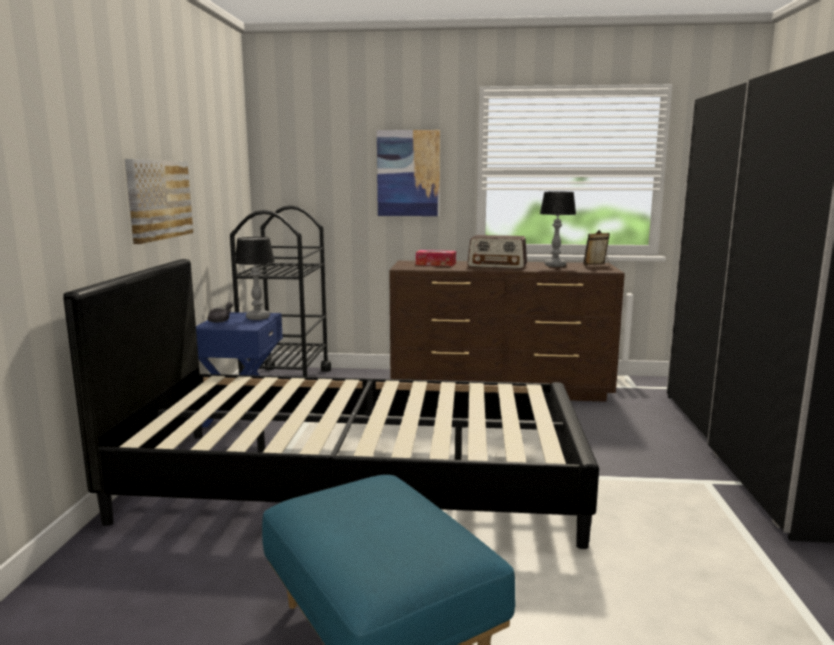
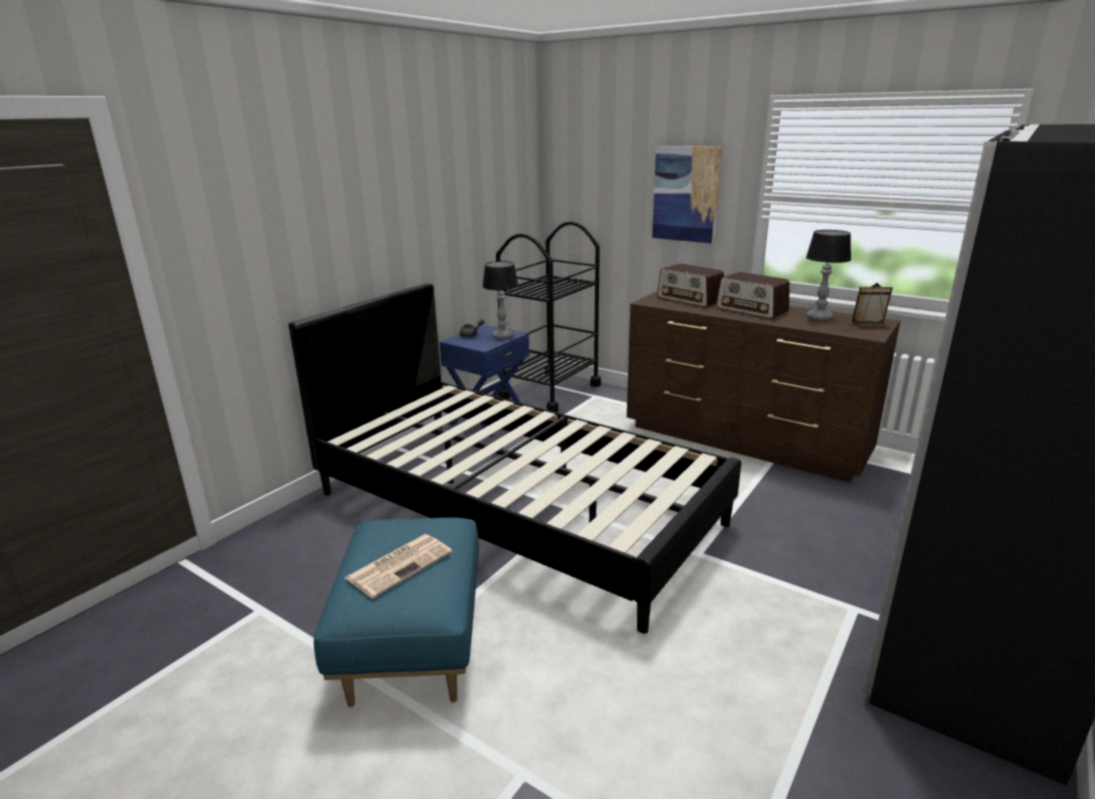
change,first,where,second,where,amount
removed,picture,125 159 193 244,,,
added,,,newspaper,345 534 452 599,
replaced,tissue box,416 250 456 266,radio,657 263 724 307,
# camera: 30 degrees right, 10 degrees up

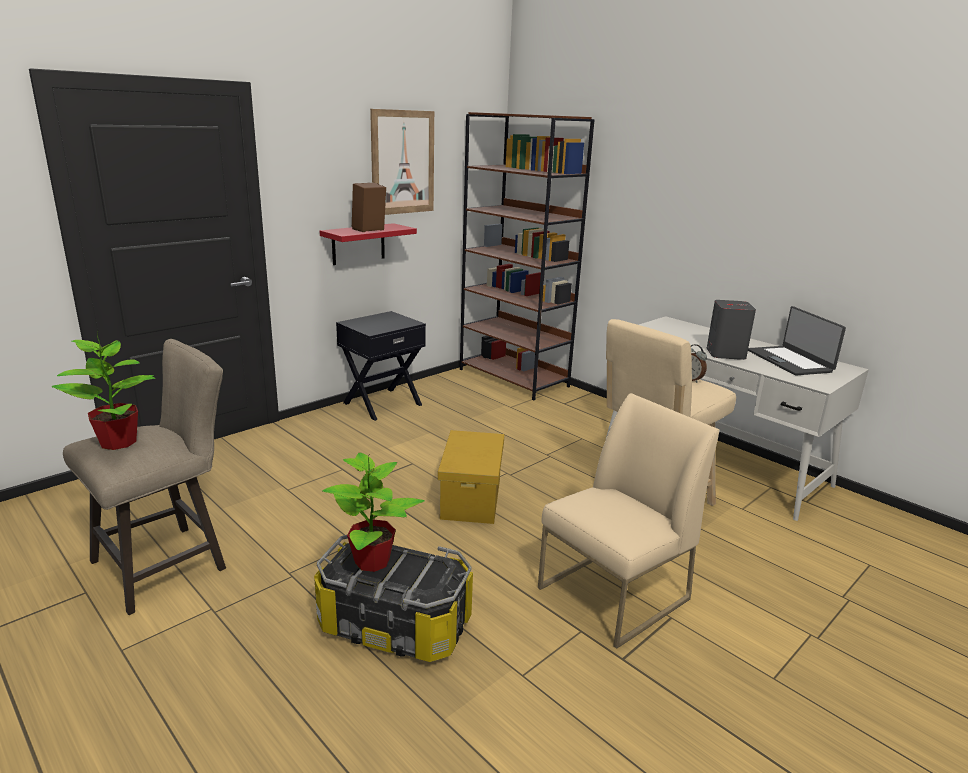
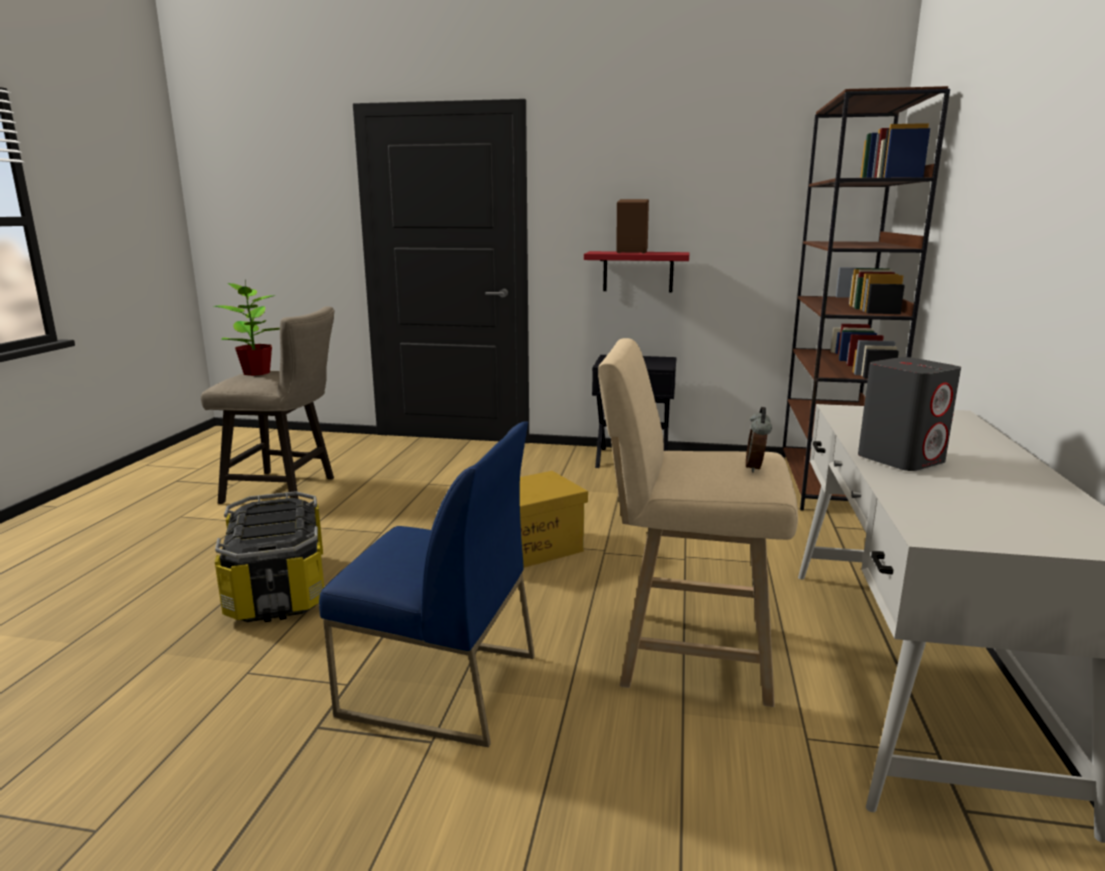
change,first,where,second,where,amount
removed,potted plant,323 452 425 572,,,
removed,picture,370 109 434 215,,,
removed,laptop,748 306 846 376,,,
recoloured,chair in beige,538 393 719 649,chair in blue,319 422 535 747,
# camera: 55 degrees right, 5 degrees down

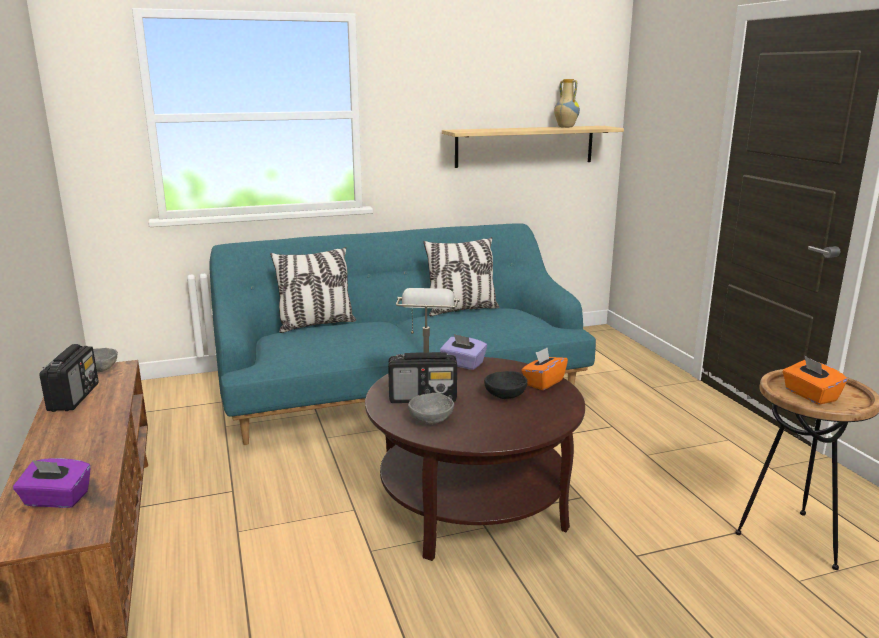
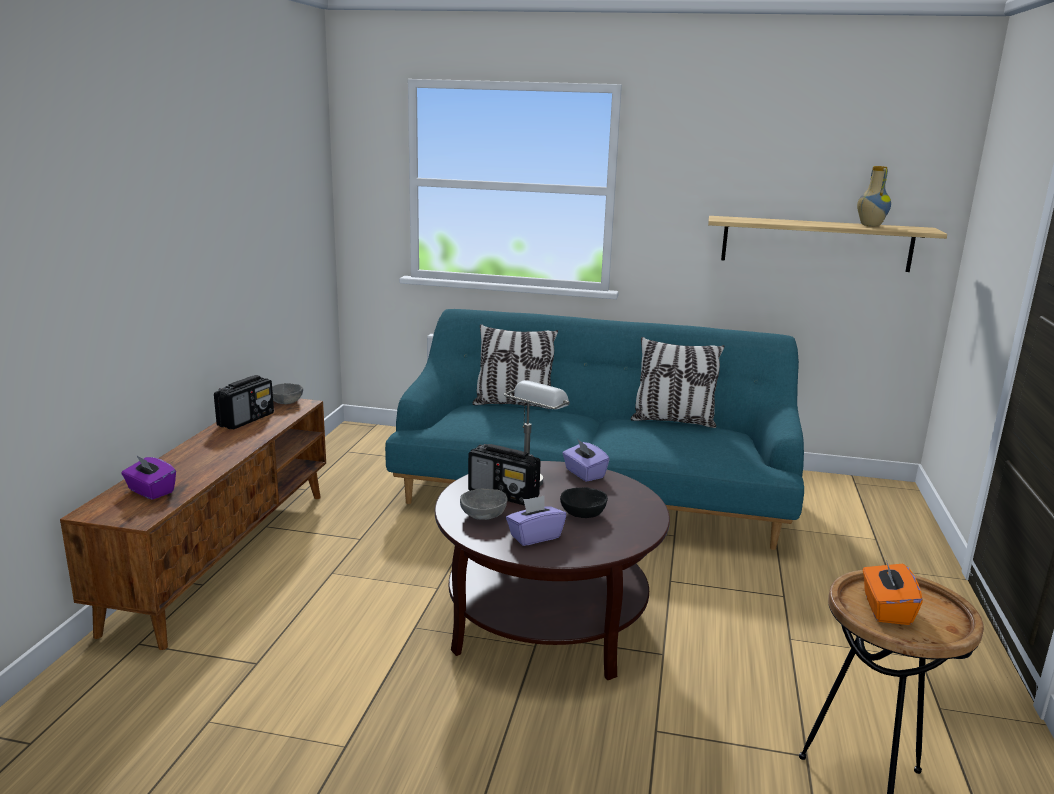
change,first,where,second,where,amount
removed,tissue box in orange,521 347 568 390,,,
added,,,tissue box in purple,506 496 566 546,
# camera: 30 degrees right, 0 degrees up

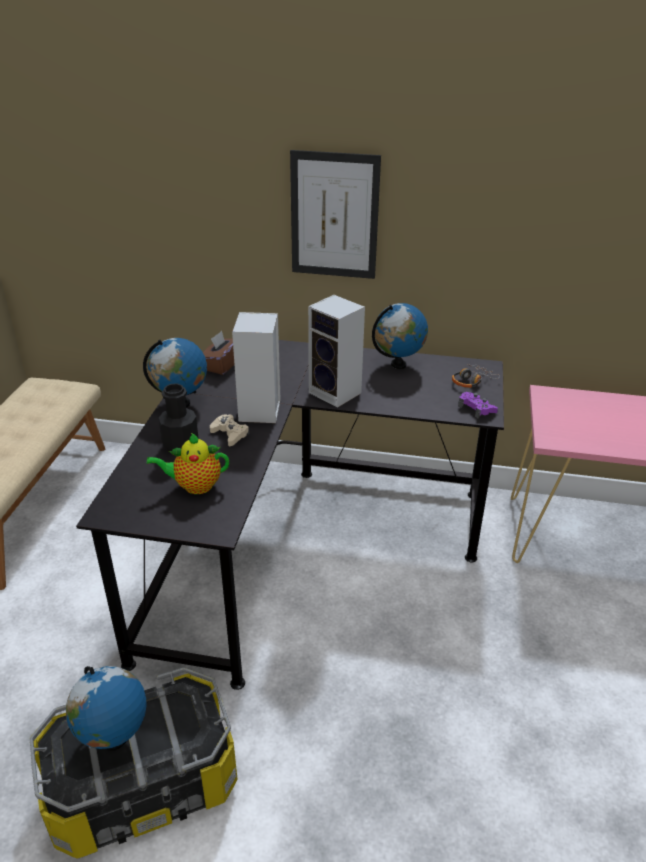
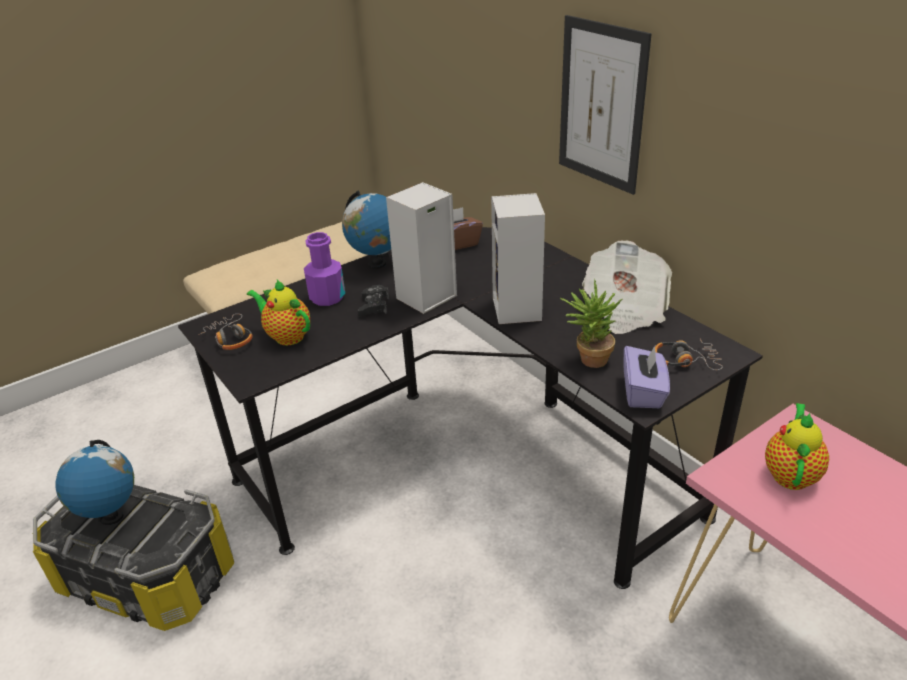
change,first,where,second,where,amount
added,,,headphones,198 314 253 350,
added,,,potted plant,560 279 622 368,
added,,,teapot,765 403 829 490,
replaced,globe,372 303 428 369,newspaper,582 240 672 334,
replaced,game controller in purple,458 392 498 418,tissue box in purple,624 346 670 408,
recoloured,bottle in black,159 384 199 451,bottle in purple,304 232 345 306,
recoloured,game controller in beige,210 414 249 446,game controller in black,358 285 389 317,
# camera: 45 degrees right, 0 degrees up

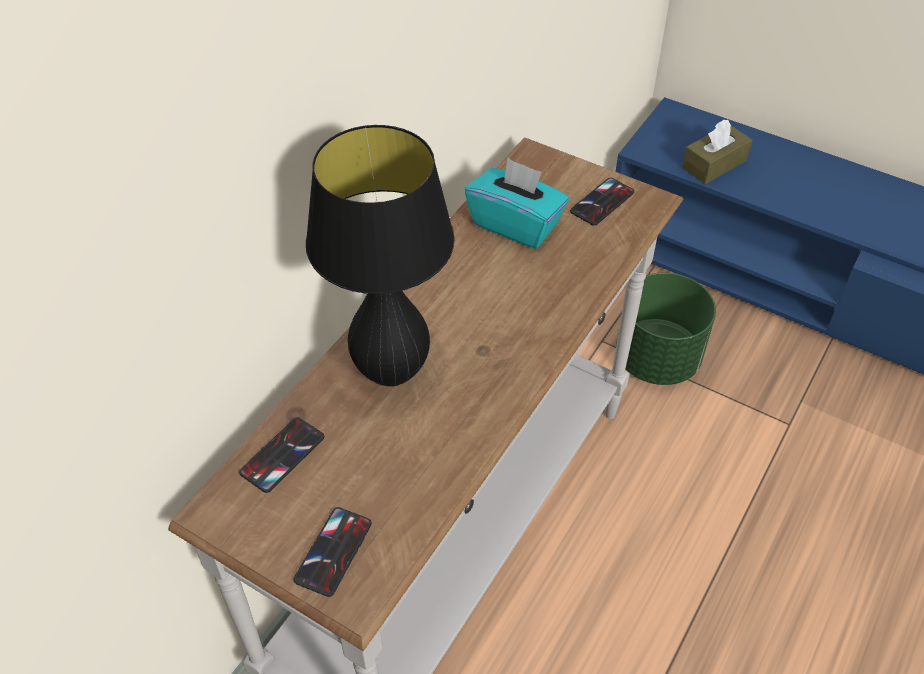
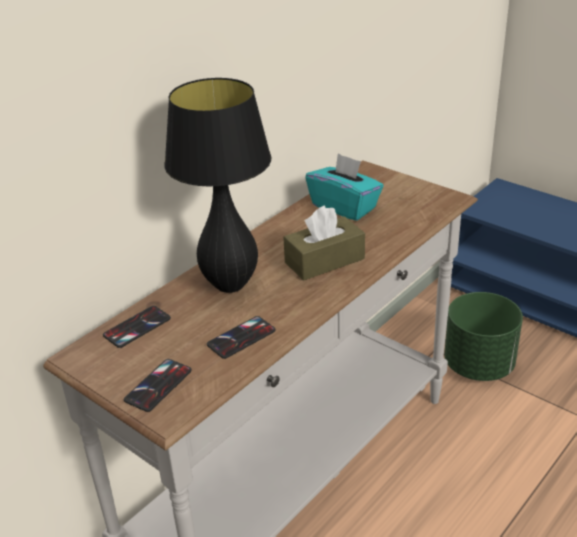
change,first,where,second,where,amount
moved,phone,570 178 634 226,,207 316 275 359,
moved,tissue box in brown,682 120 753 184,,283 206 365 281,
# camera: 10 degrees right, 15 degrees down

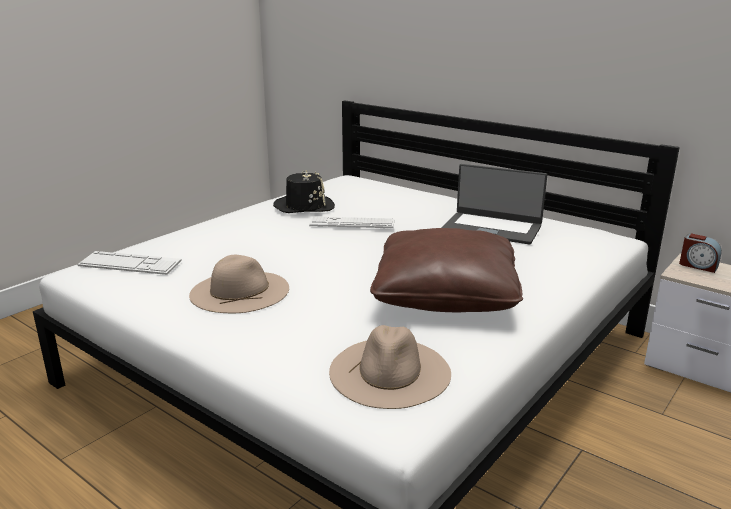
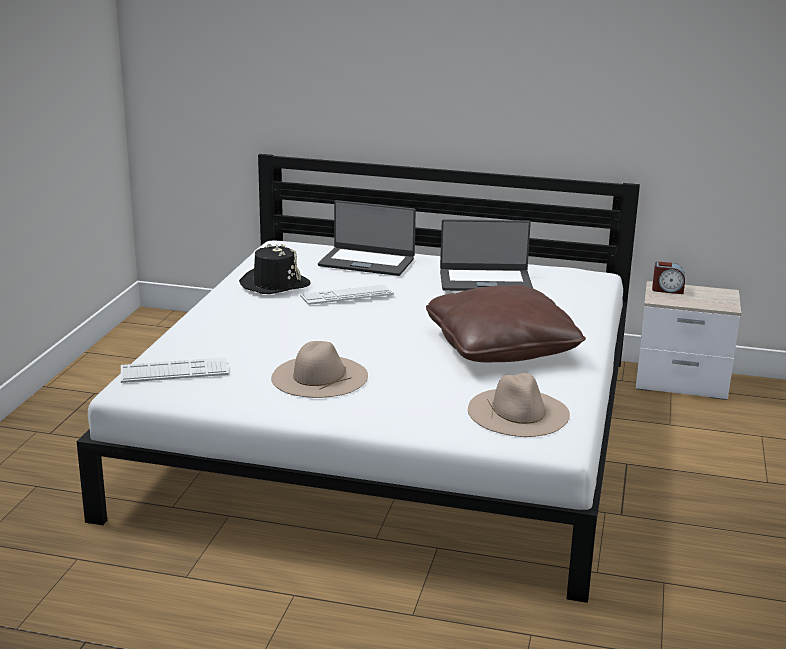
change,first,where,second,where,amount
added,,,laptop,318 200 416 276,
# camera: 25 degrees left, 0 degrees up

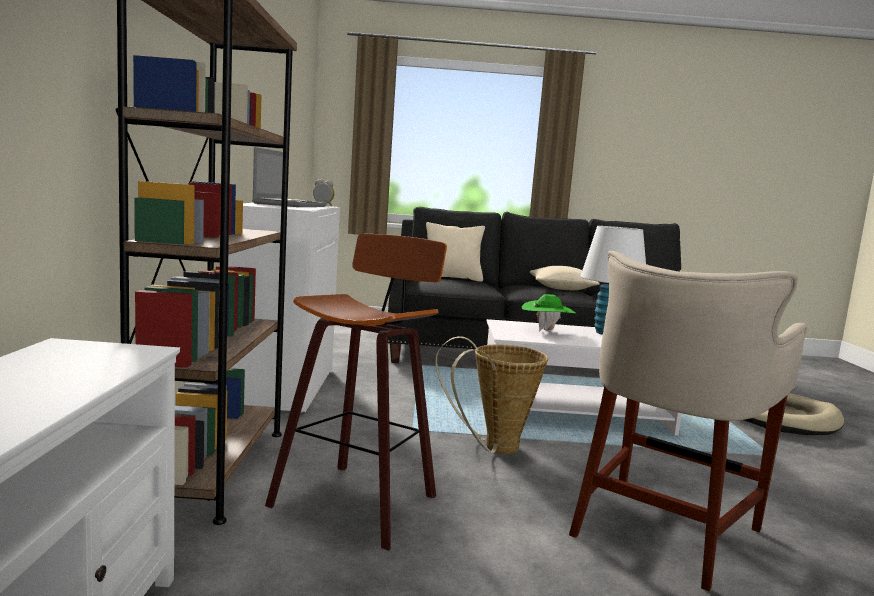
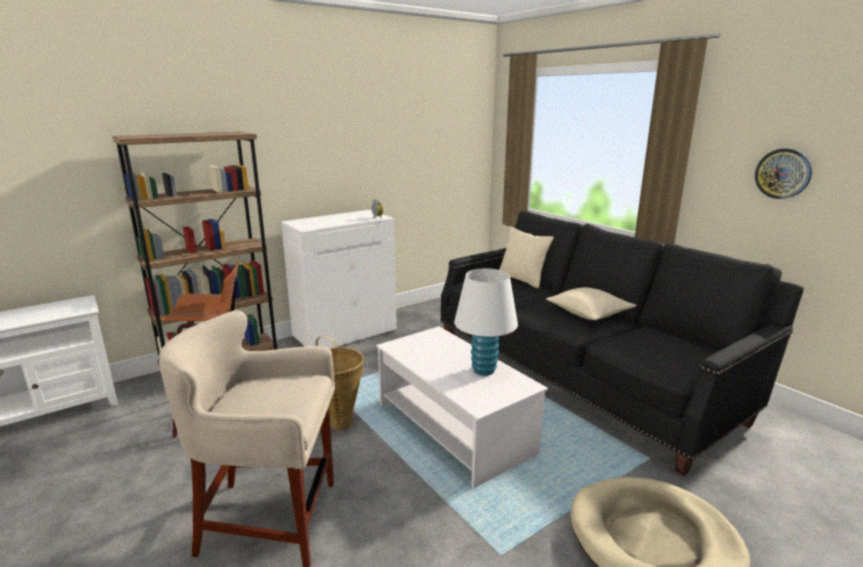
change,first,where,second,where,amount
removed,laptop,252 147 327 207,,,
removed,hat in green,522 294 576 332,,,
added,,,wall clock,755 148 812 199,
# camera: 55 degrees right, 10 degrees up

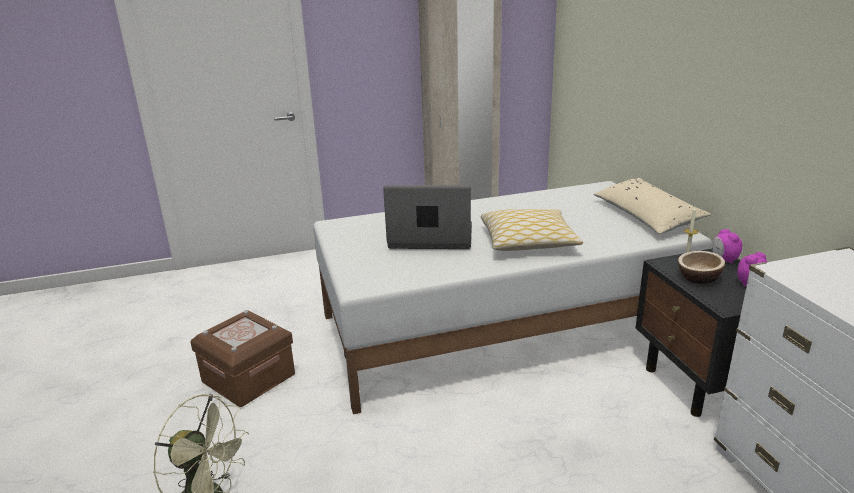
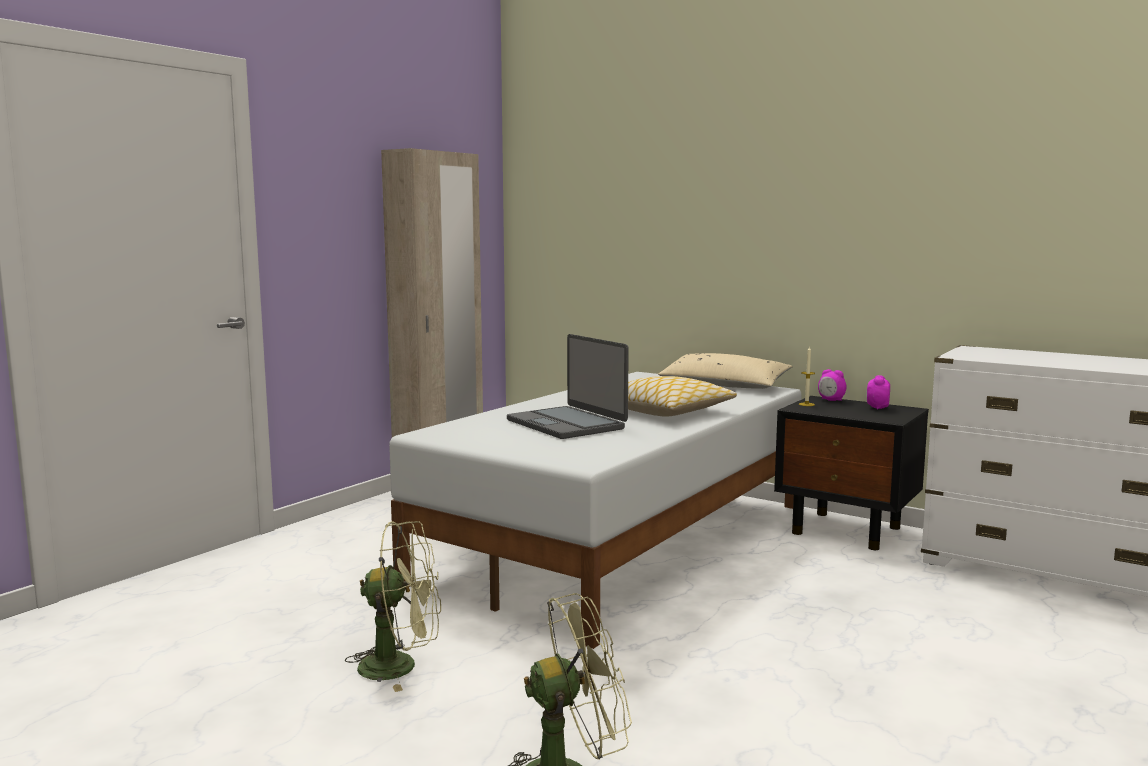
change,first,where,second,where,amount
removed,bowl,678 251 725 284,,,
replaced,storage box in brown,190 310 295 407,fan in green,345 521 441 692,
turned,laptop,383 185 472 249,,507 334 629 439,90 degrees counterclockwise
# camera: 40 degrees left, 15 degrees down

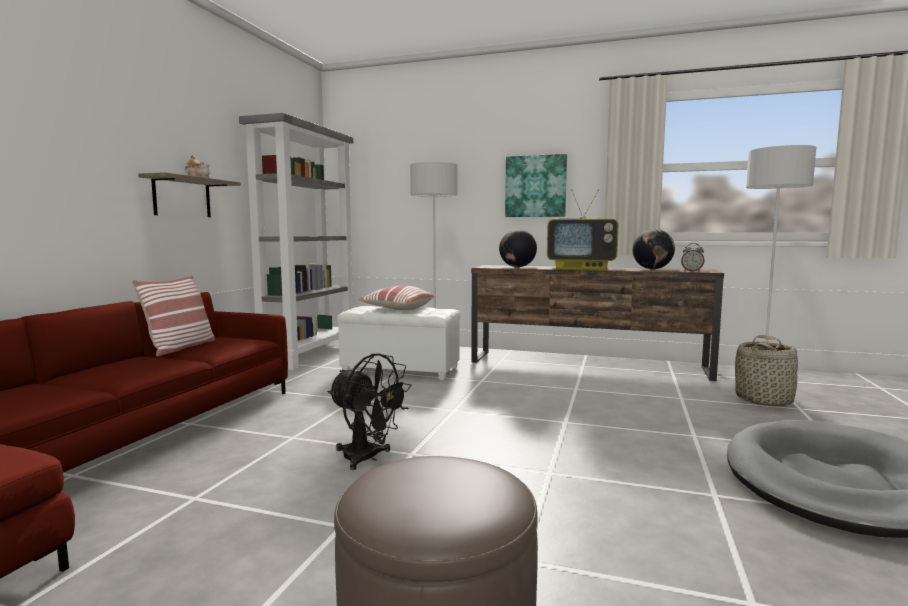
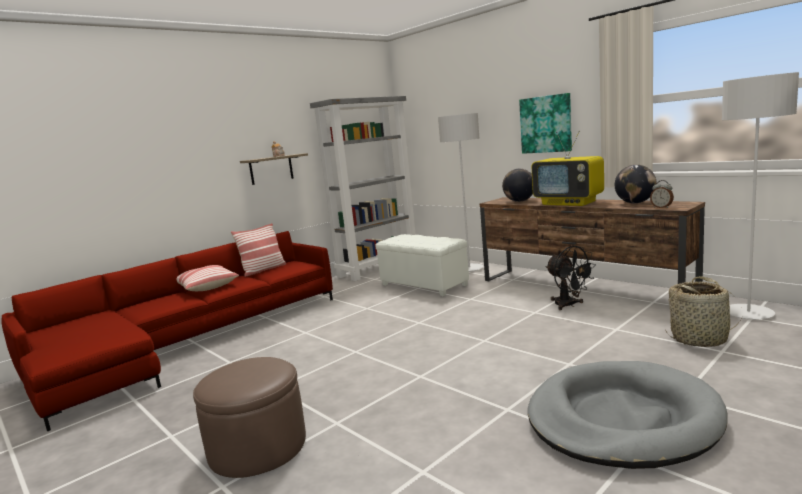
change,first,where,second,where,amount
moved,fan in black,328 353 412 470,,545 246 596 310,
moved,pillow,359 285 434 310,,176 265 239 291,
# camera: 30 degrees right, 5 degrees up

